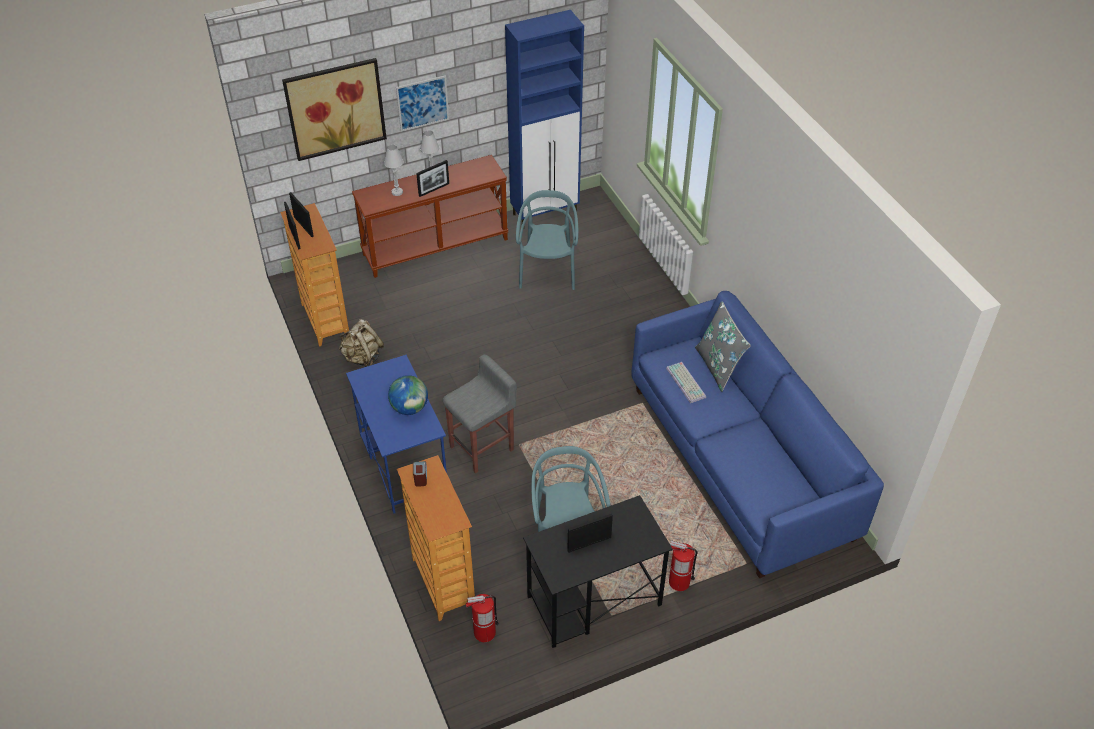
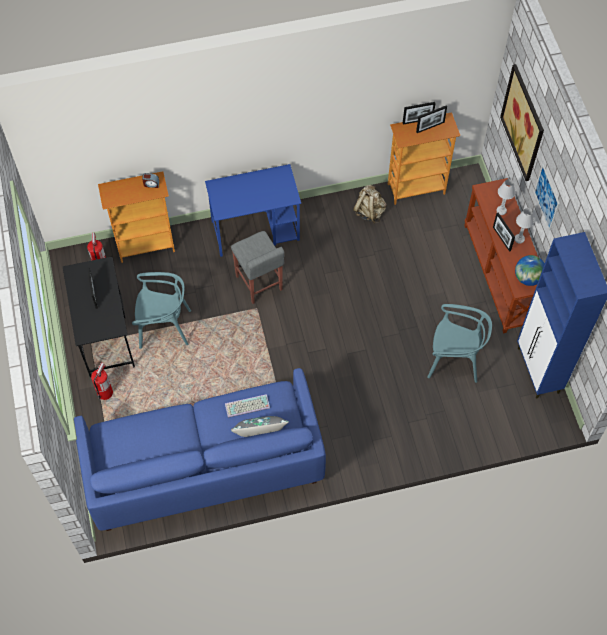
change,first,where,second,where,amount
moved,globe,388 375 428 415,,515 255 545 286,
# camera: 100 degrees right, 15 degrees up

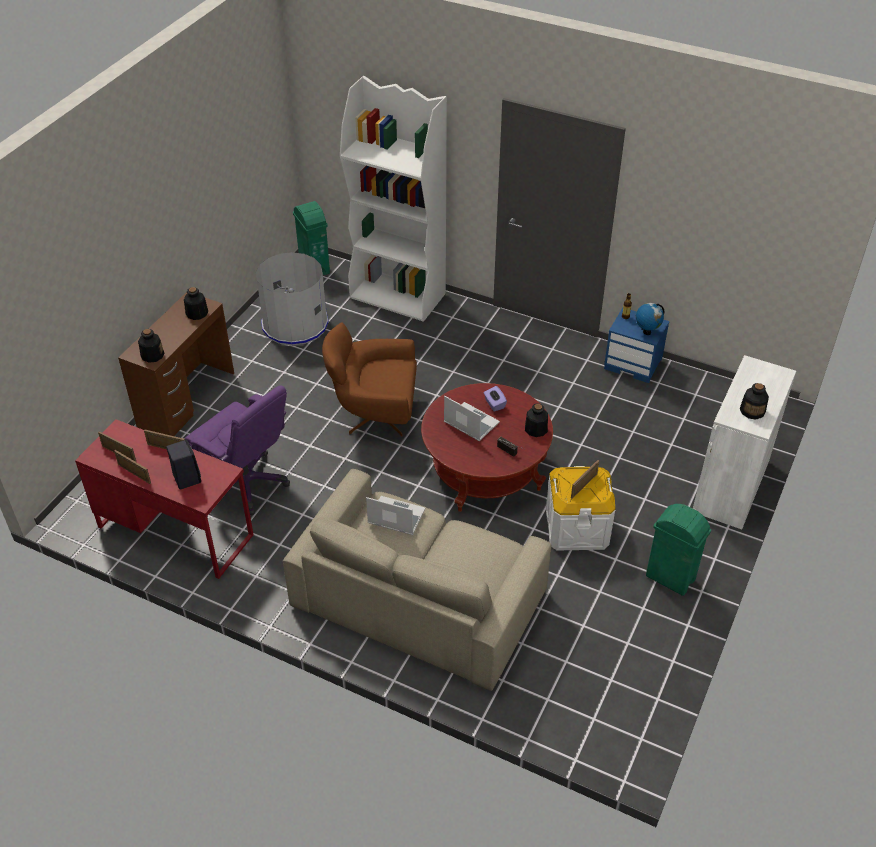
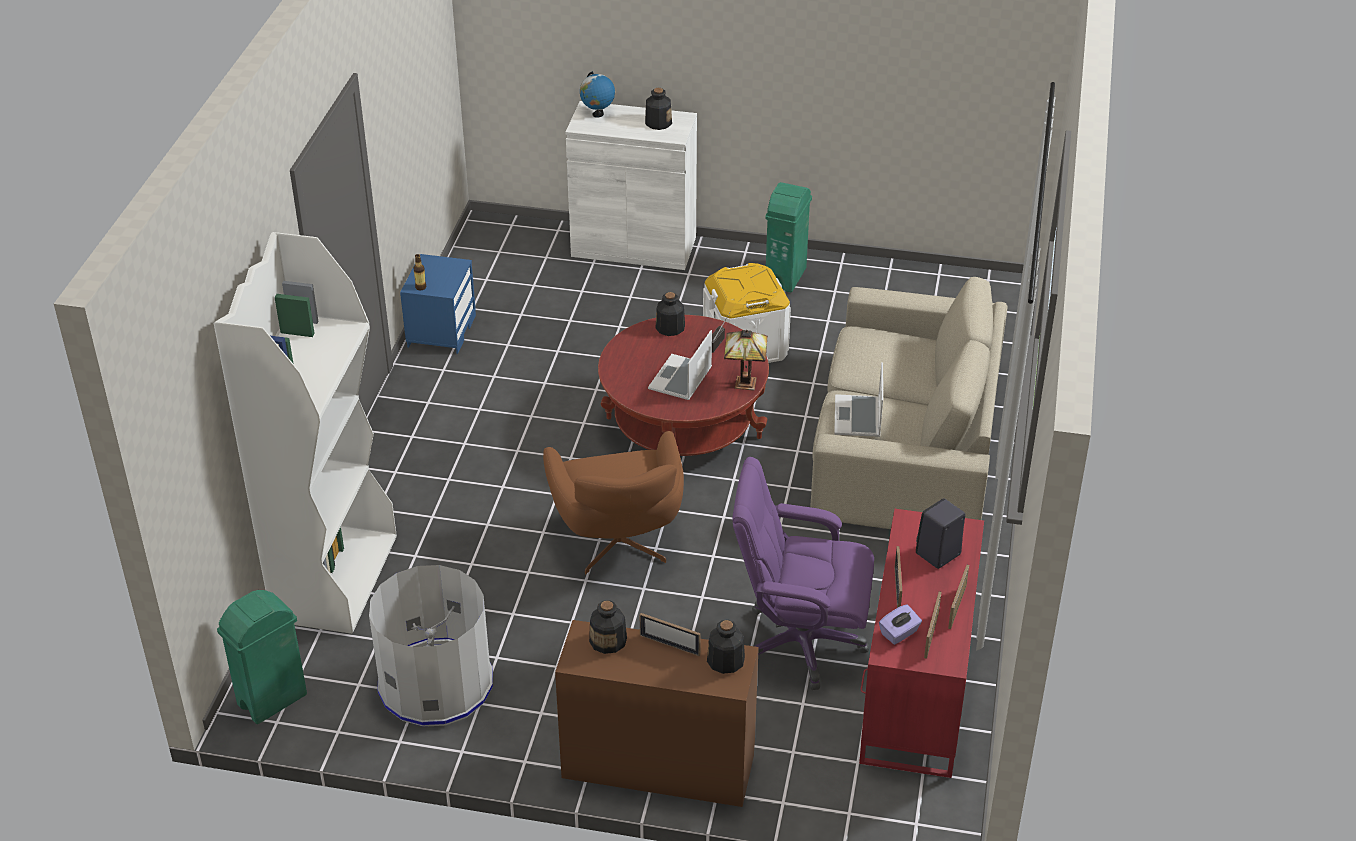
change,first,where,second,where,amount
added,,,table lamp,724 330 768 390,
moved,tissue box in purple,484 386 507 412,,879 604 922 645,
moved,picture frame,571 460 599 499,,639 613 701 656,
moved,globe,636 303 664 335,,580 71 615 118,
turned,office chair in purple,184 385 290 515,,732 457 874 690,105 degrees counterclockwise
# camera: 105 degrees left, 5 degrees down

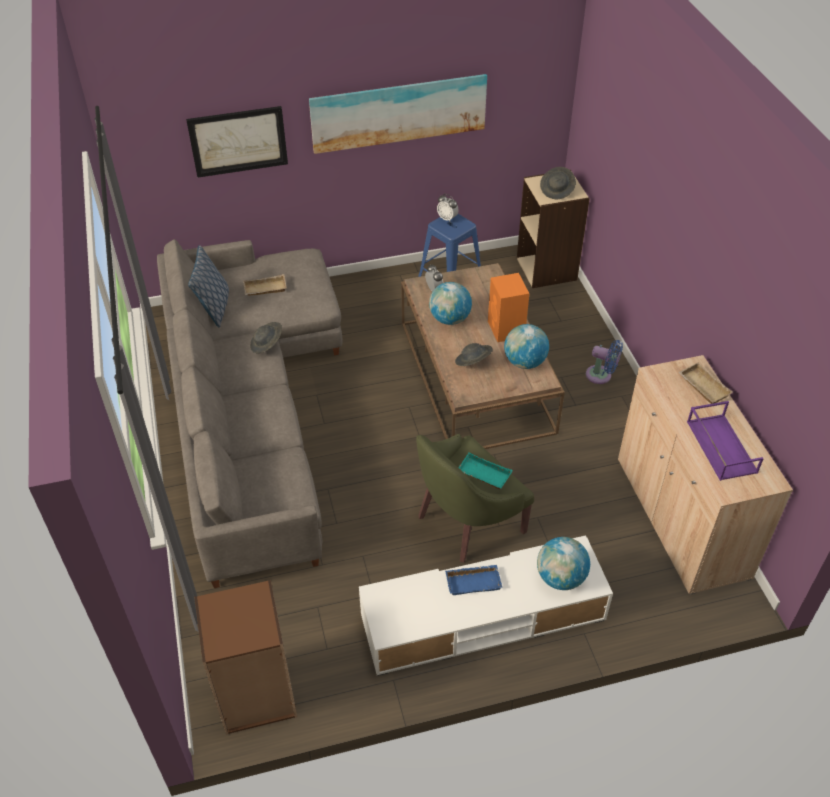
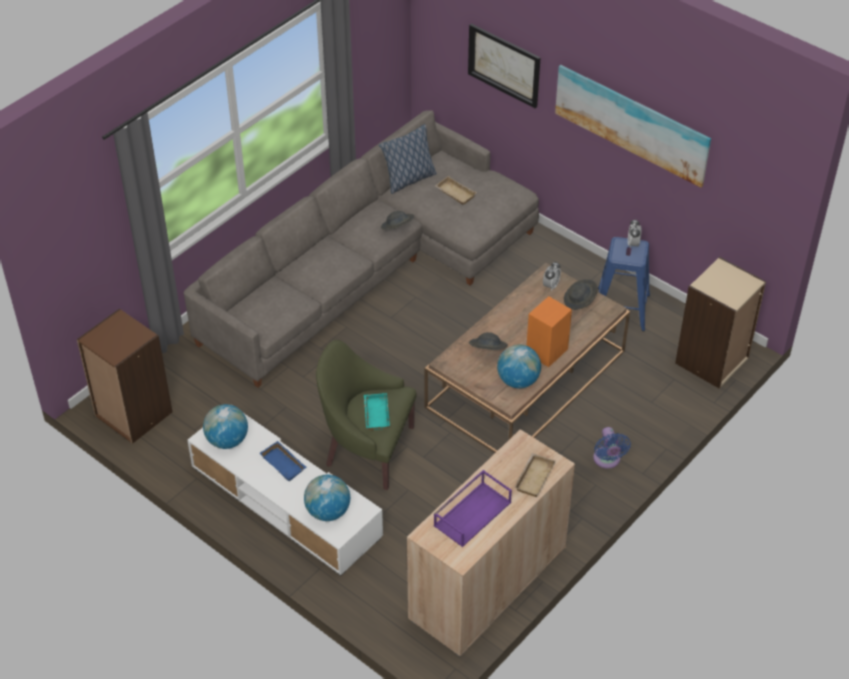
change,first,where,second,where,amount
moved,globe,429 282 472 325,,203 404 248 449,
moved,hat in grey,540 167 576 199,,564 279 598 310,
# camera: 55 degrees right, 0 degrees up

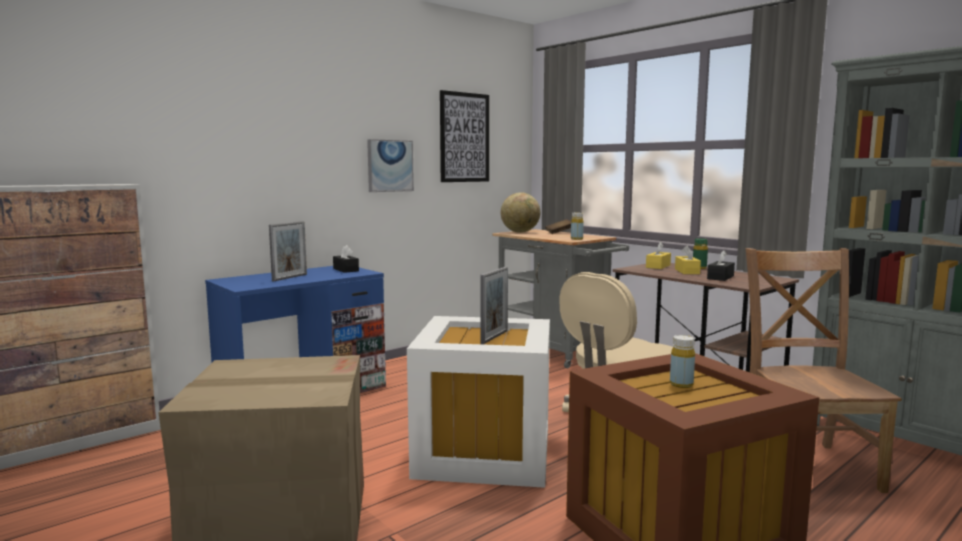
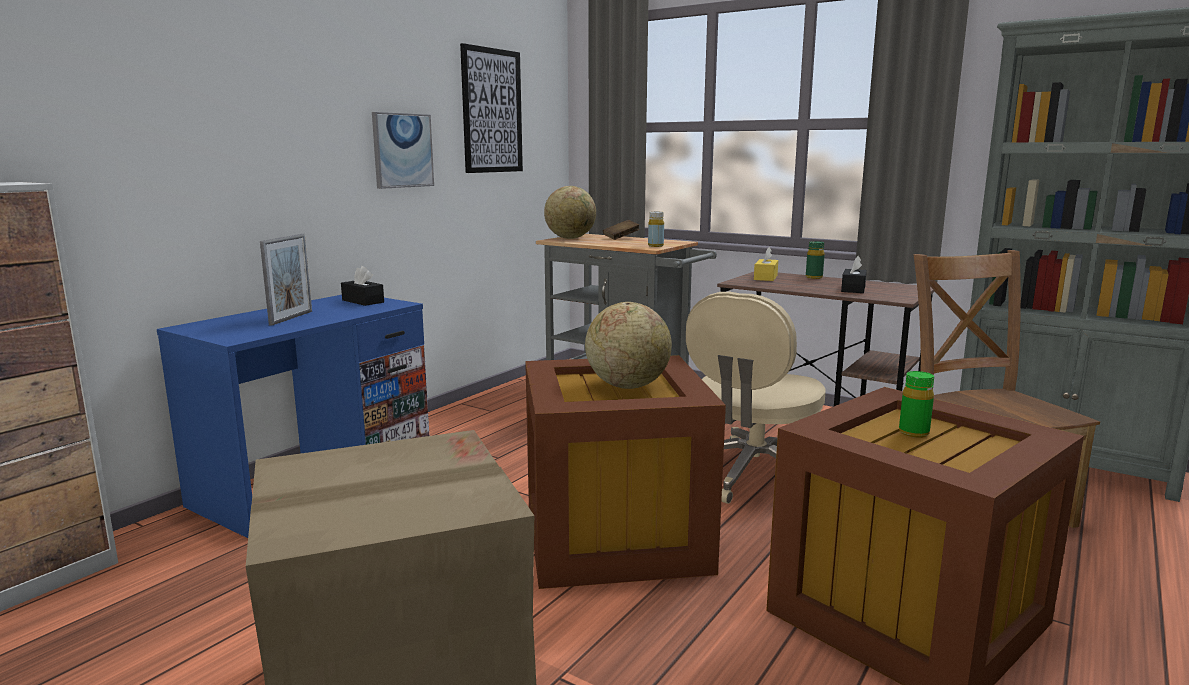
change,first,where,second,where,amount
removed,tissue box in yellow,675 246 701 274,,,
replaced,picture frame,481 267 508 344,globe,585 302 672 389,
recoloured,storage box in white,407 316 550 488,storage box in brown,525 355 726 589,
recoloured,bottle in yellow,670 335 695 388,bottle in green,899 371 934 438,
# camera: 15 degrees left, 5 degrees up

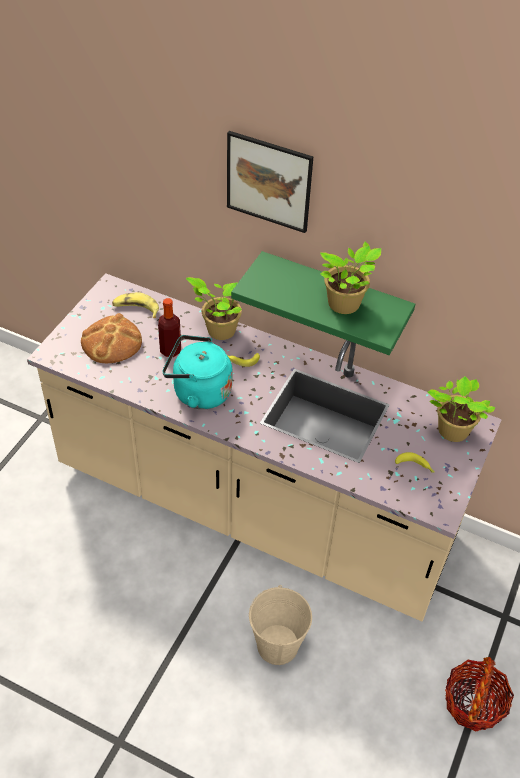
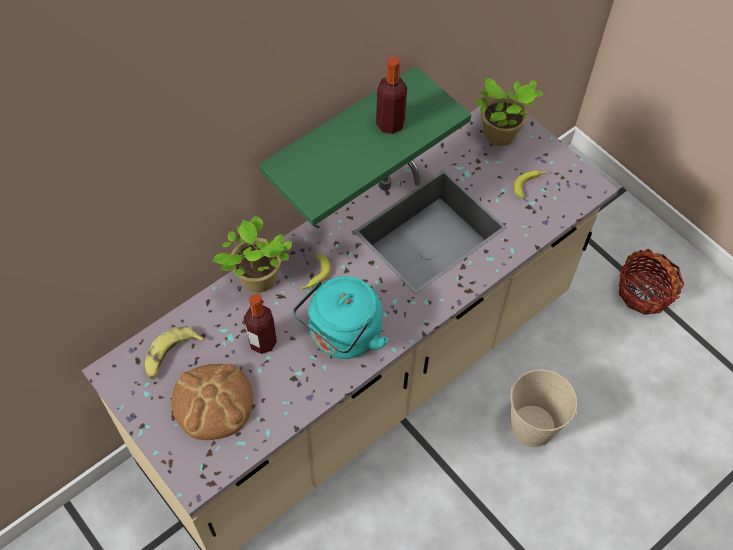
change,first,where,second,where,amount
removed,picture,227 131 313 233,,,
replaced,potted plant,320 242 381 314,bottle,376 57 407 134,
# camera: 65 degrees left, 10 degrees up

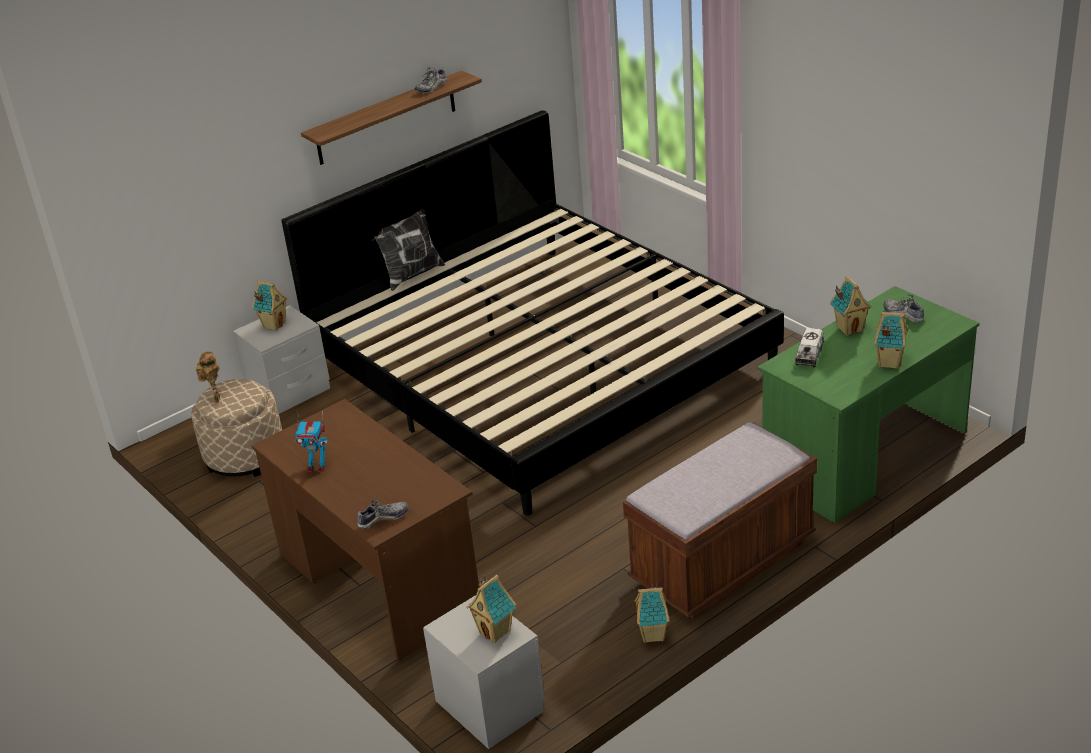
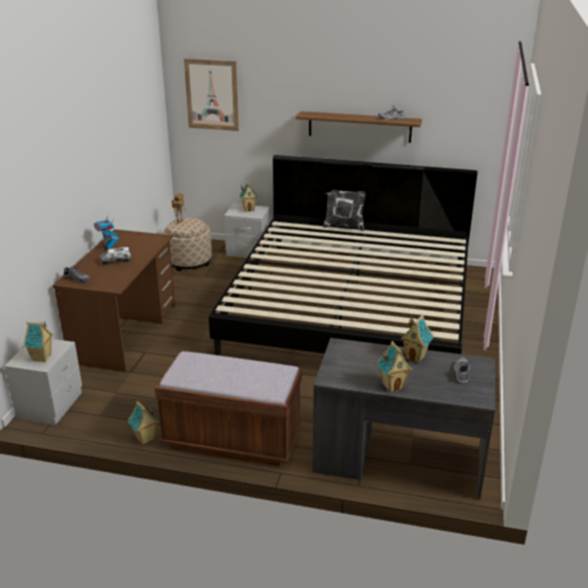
change,first,where,second,where,amount
added,,,picture,184 59 239 131,
moved,toy truck,795 328 824 367,,100 247 132 265,
recoloured,desk in green,757 286 980 523,desk in grey,312 338 495 500,
# camera: 50 degrees right, 5 degrees down

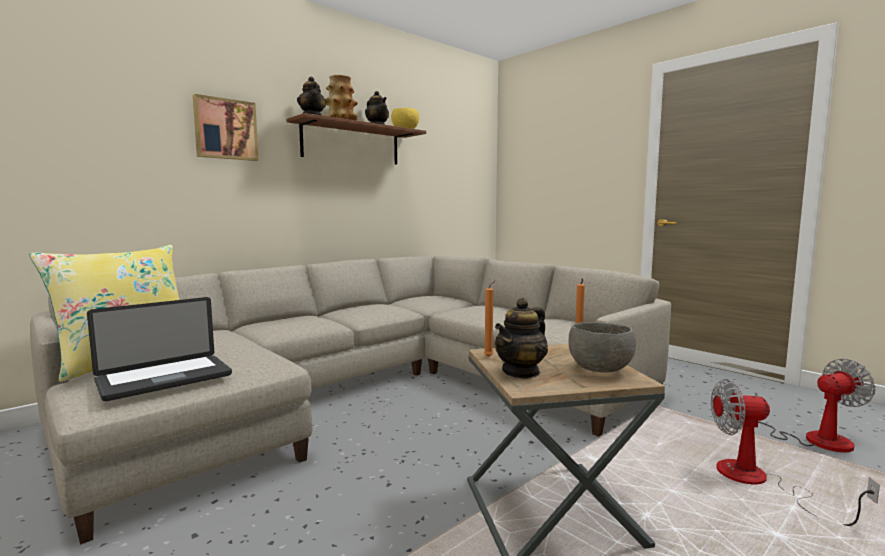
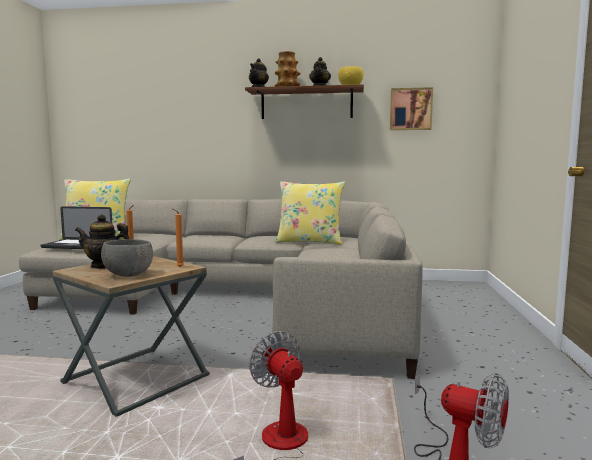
change,first,where,second,where,amount
added,,,pillow in yellow,275 181 345 245,
moved,picture,193 94 258 161,,390 87 433 130,
# camera: 50 degrees right, 0 degrees up

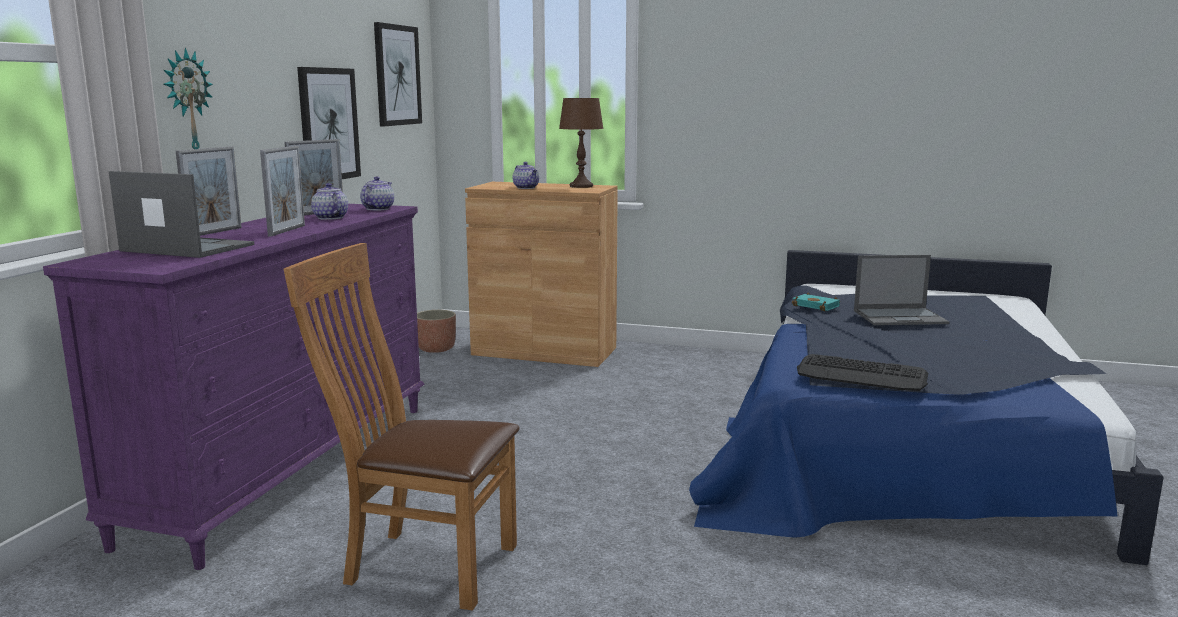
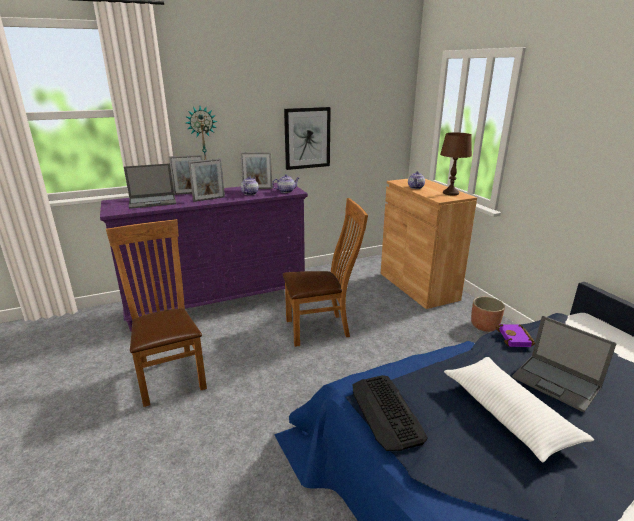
change,first,where,second,where,amount
removed,picture,374 22 422 126,,,
added,,,chair in brown,283 198 368 347,
added,,,pillow in white,444 357 594 462,
moved,planter,417 310 456 353,,471 297 505 332,
recoloured,book in turquoise,792 292 840 311,book in purple,496 324 535 347,
turned,laptop,109 171 254 258,,124 163 176 209,90 degrees clockwise
# camera: 50 degrees right, 10 degrees up

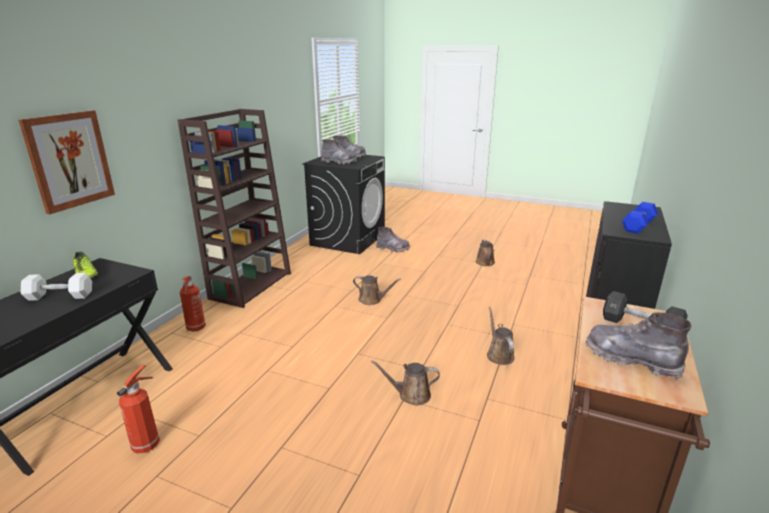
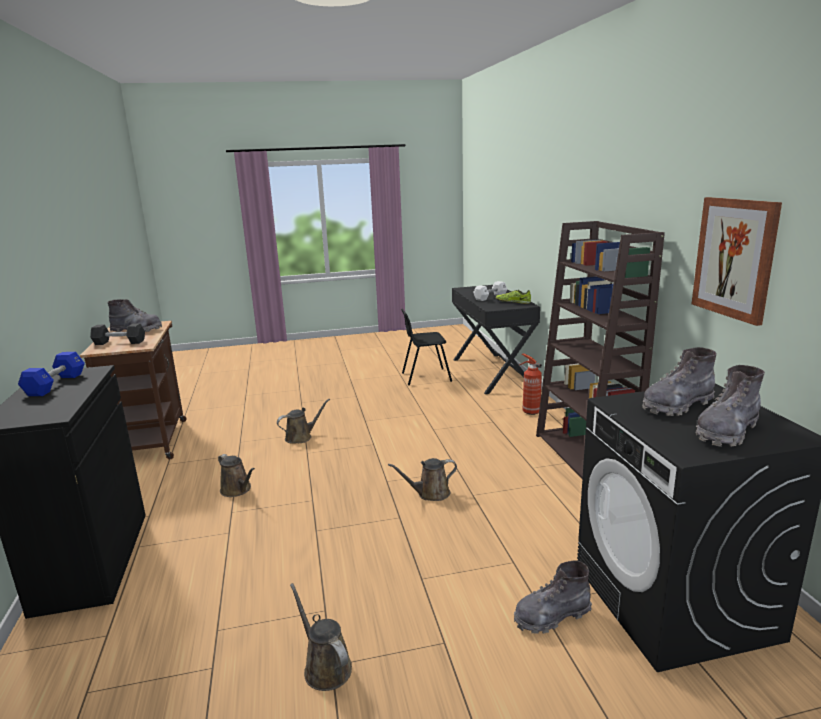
change,first,where,second,where,amount
moved,picture,18 110 115 214,,692 197 782 326,
replaced,fire extinguisher,117 365 160 453,chair in black,401 309 452 385,
# camera: 145 degrees right, 5 degrees down

